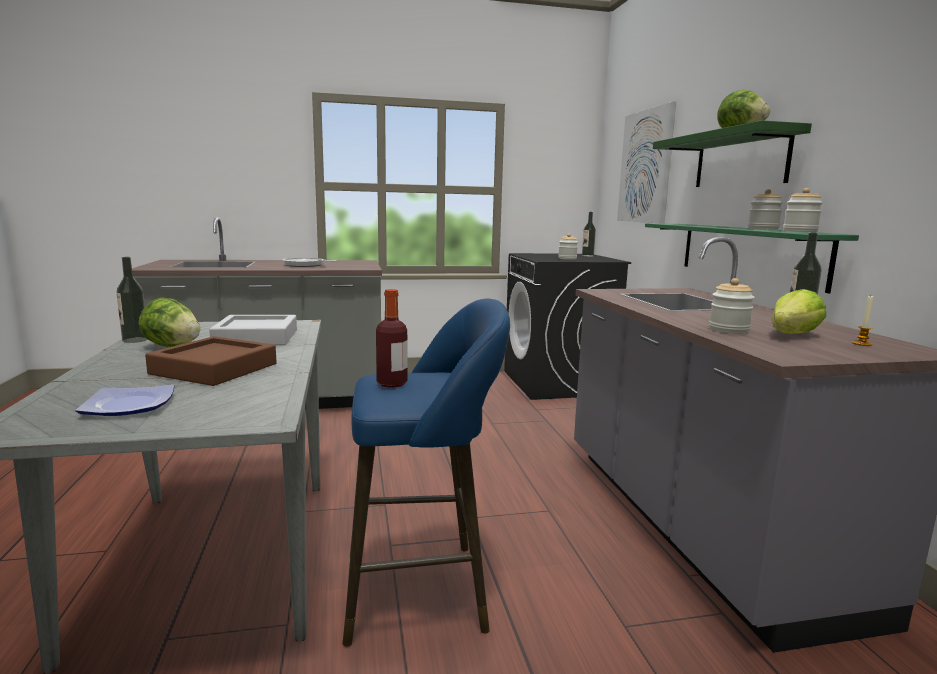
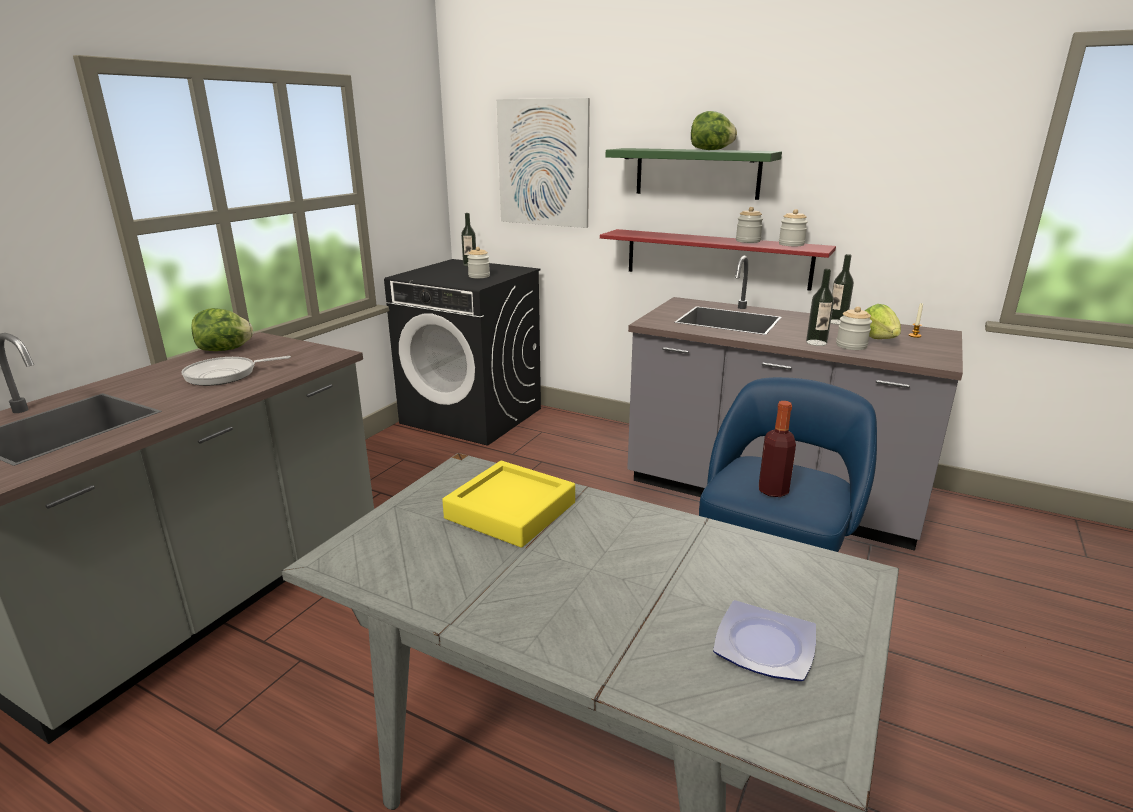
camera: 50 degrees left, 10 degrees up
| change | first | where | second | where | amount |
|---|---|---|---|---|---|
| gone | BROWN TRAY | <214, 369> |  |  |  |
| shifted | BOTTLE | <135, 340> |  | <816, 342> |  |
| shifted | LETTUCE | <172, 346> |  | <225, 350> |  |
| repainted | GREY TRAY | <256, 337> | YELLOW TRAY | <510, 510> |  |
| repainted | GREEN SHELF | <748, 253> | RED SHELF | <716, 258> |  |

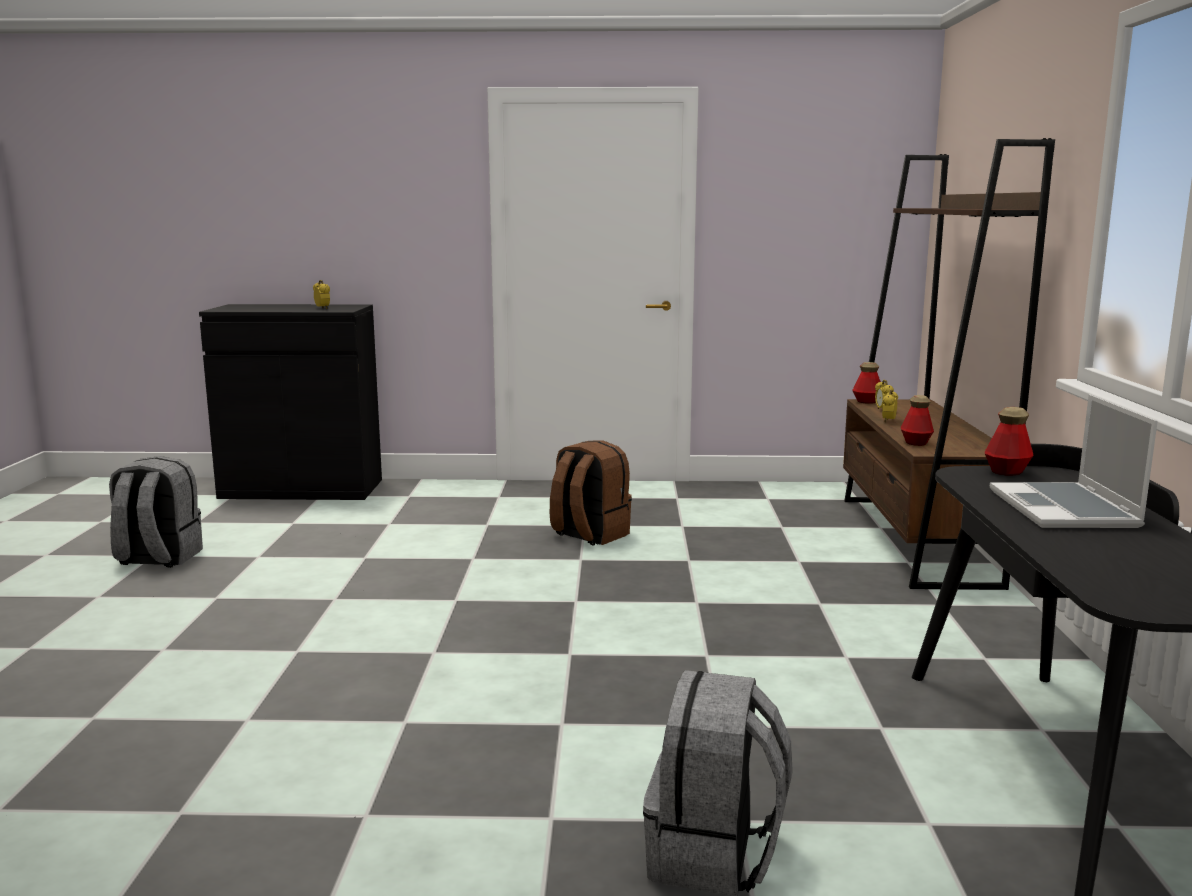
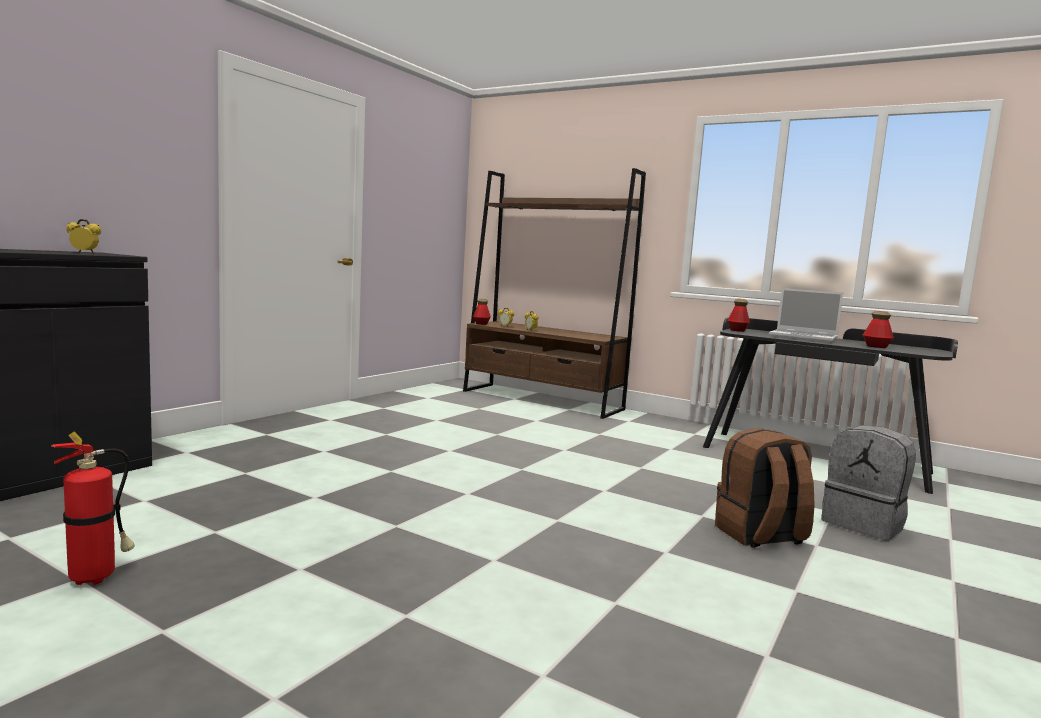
camera: 60 degrees left, 5 degrees down
| change | first | where | second | where | amount |
|---|---|---|---|---|---|
| shifted | BROWN BACKPACK | <589, 535> |  | <760, 536> |  |
| shifted | BOTTLE | <916, 443> |  | <876, 346> |  |
| swapped | GREY BACKPACK | <158, 558> | FIRE EXTINGUISHER | <97, 577> |  |

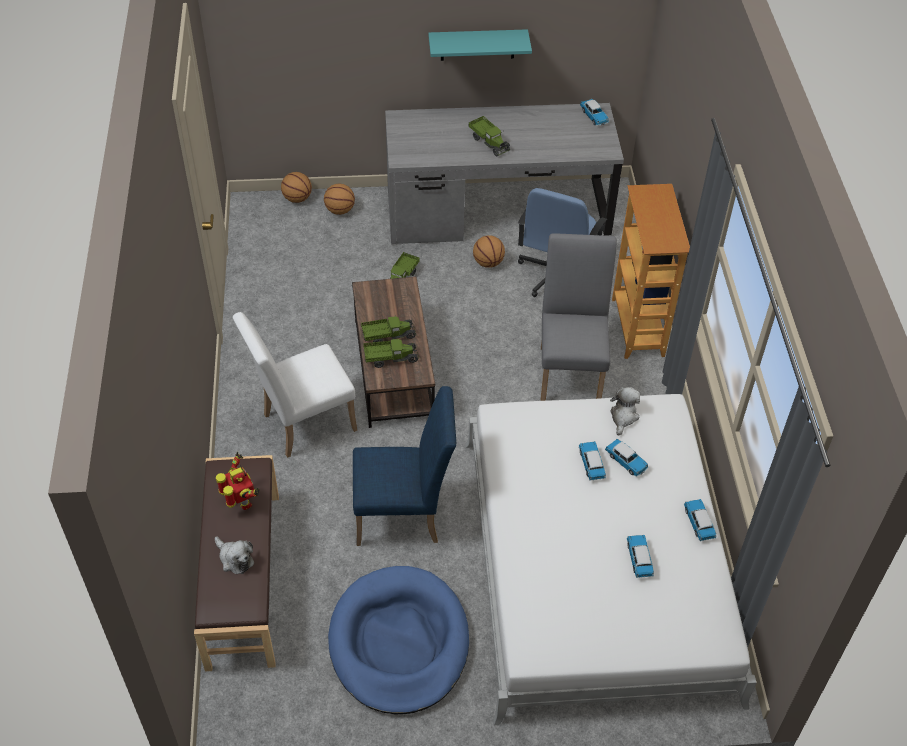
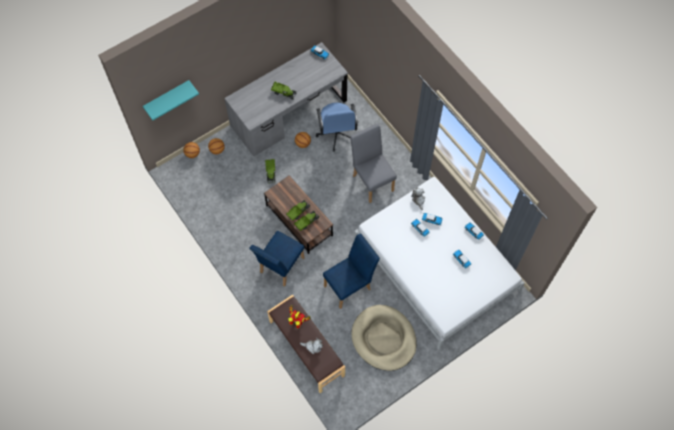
camera: 30 degrees left, 15 degrees up
| change | first | where | second | where | amount |
|---|---|---|---|---|---|
| gone | BOOKCASE | <638, 327> |  |  |  |
| shifted | TURQUOISE SHELF | <477, 45> |  | <167, 97> |  |
| repainted | WHITE CHAIR | <302, 424> | BLUE CHAIR | <280, 267> |  |
| repainted | BLUE DOG BED | <399, 643> | BEIGE DOG BED | <384, 339> |  |

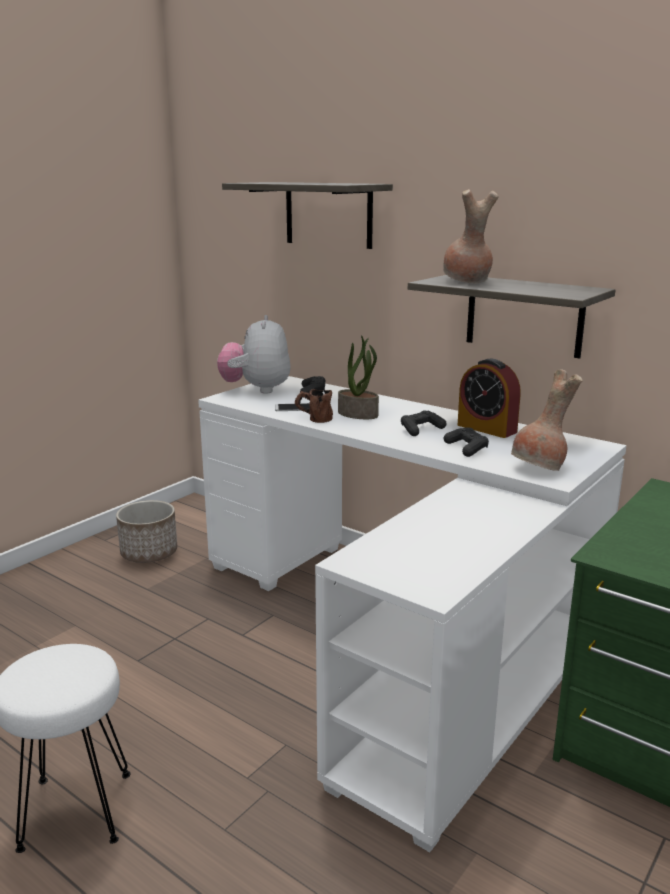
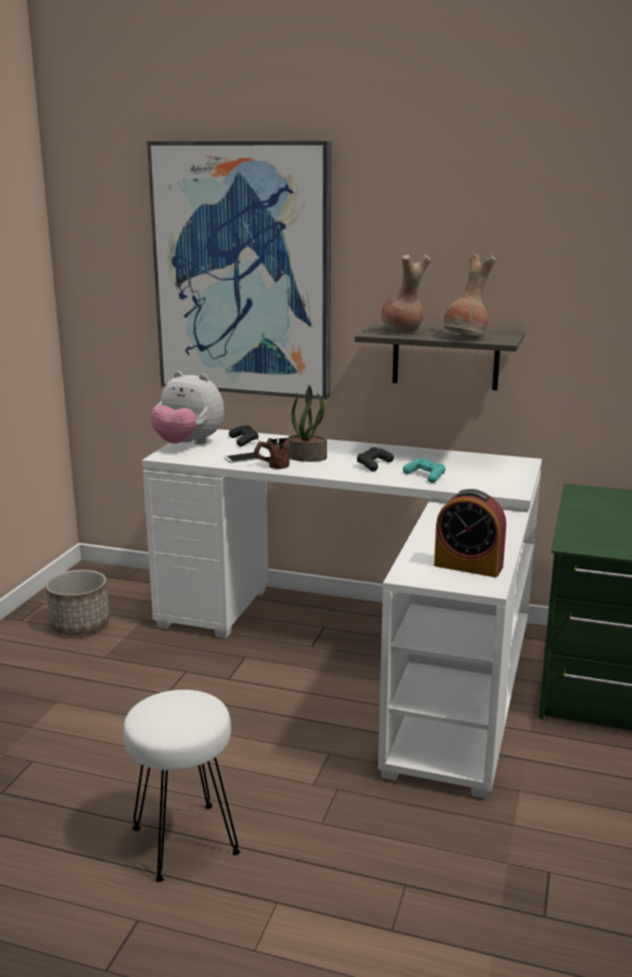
camera: 20 degrees left, 0 degrees up
| change | first | where | second | where | amount |
|---|---|---|---|---|---|
| shifted | ALARM CLOCK | <486, 428> |  | <468, 566> |  |
| shifted | BROWN VASE | <540, 469> |  | <466, 337> |  |
| swapped | SHELF | <328, 214> | PICTURE | <243, 271> |  |
| repainted | BLACK GAME CONTROLLER | <466, 448> | TURQUOISE GAME CONTROLLER | <425, 476> |  |
| rotated | PLUSH TOY | <256, 389> |  | <188, 444> | 45 degrees counterclockwise |

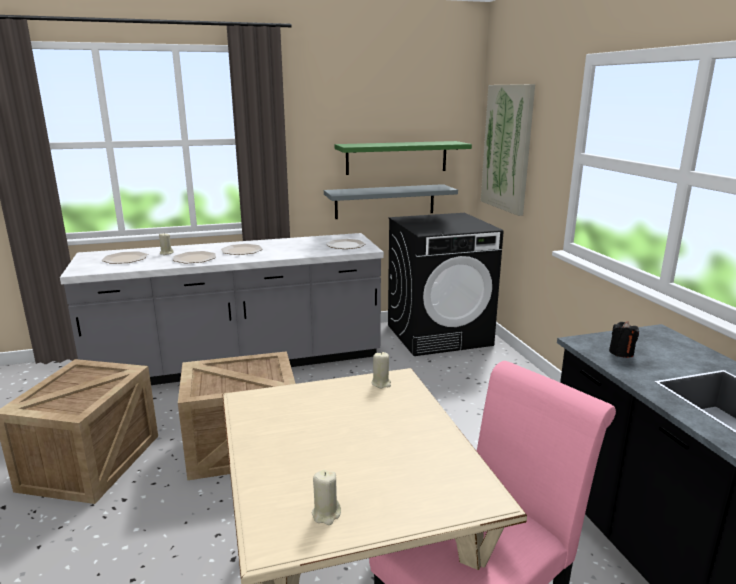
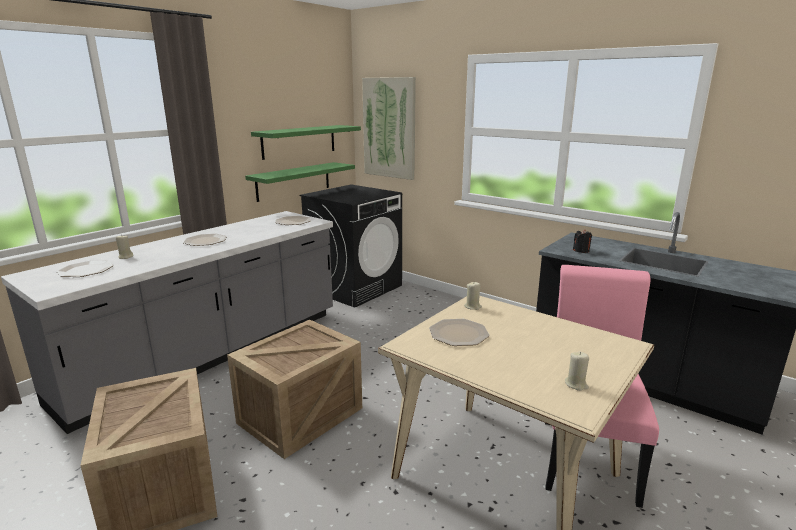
camera: 35 degrees left, 0 degrees up
| change | first | where | second | where | amount |
|---|---|---|---|---|---|
| shifted | PLATE | <194, 258> |  | <459, 334> |  |
| repainted | GREY SHELF | <385, 201> | GREEN SHELF | <294, 181> |  |

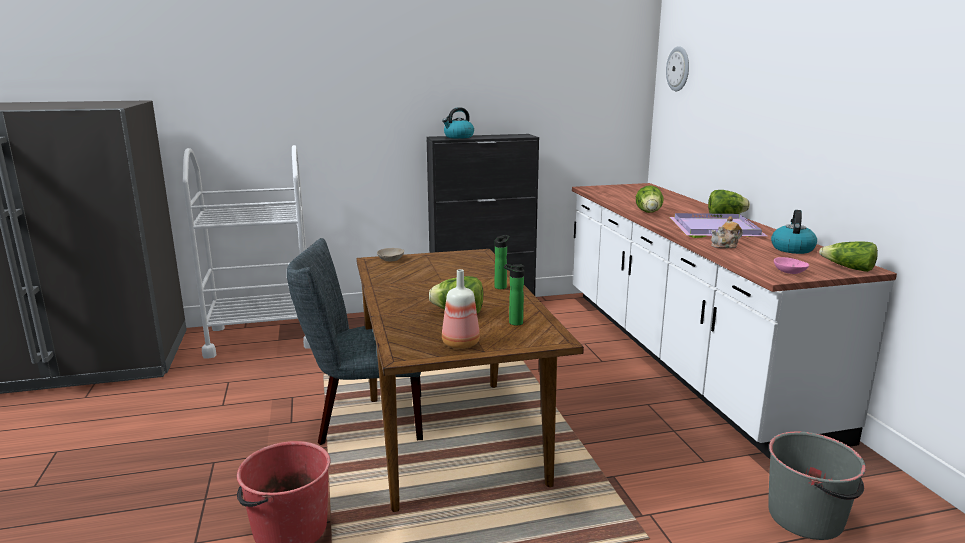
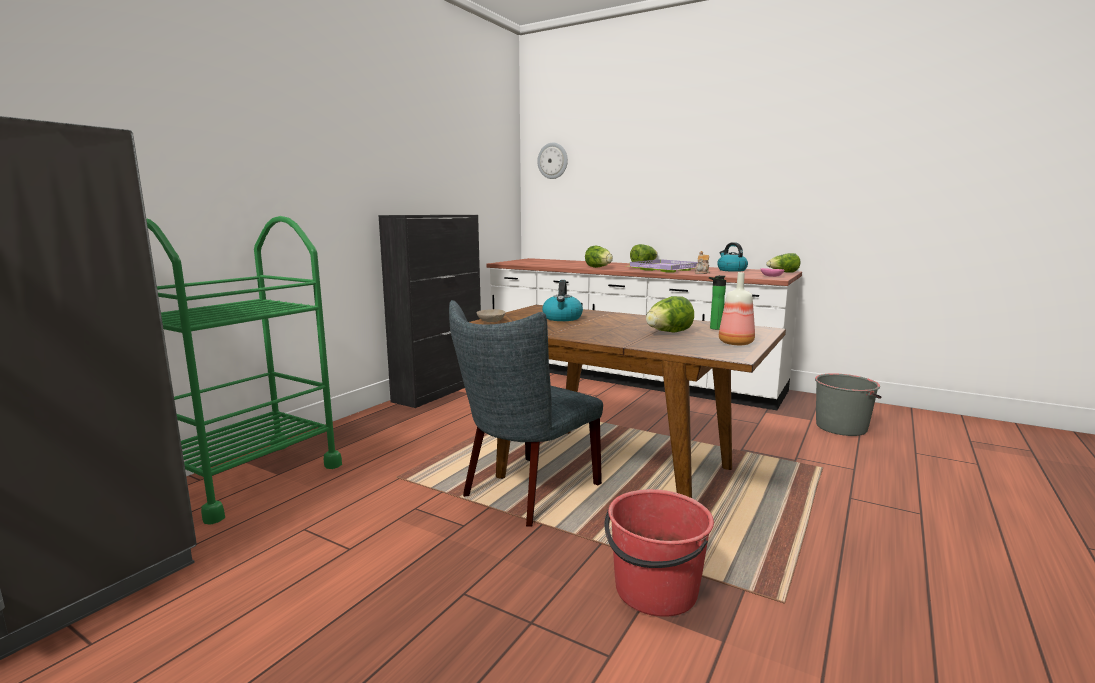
camera: 45 degrees left, 5 degrees down
| change | first | where | second | where | amount |
|---|---|---|---|---|---|
| gone | BOTTLE | <501, 286> |  |  |  |
| shifted | KETTLE | <458, 137> |  | <562, 318> |  |
| repainted | WHITE CART | <263, 337> | GREEN CART | <250, 479> |  |

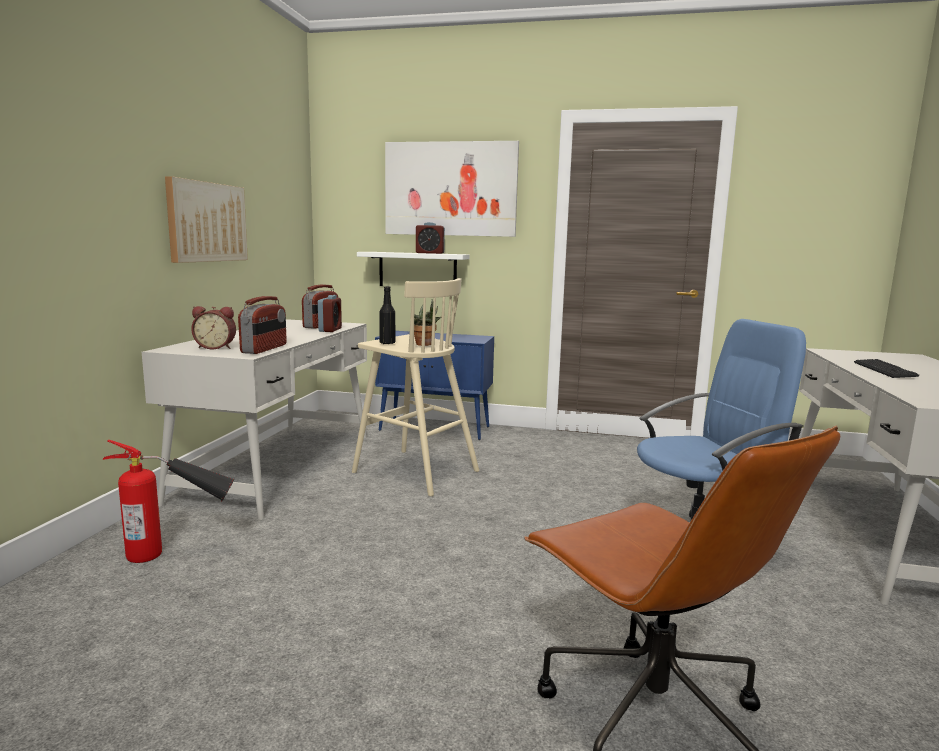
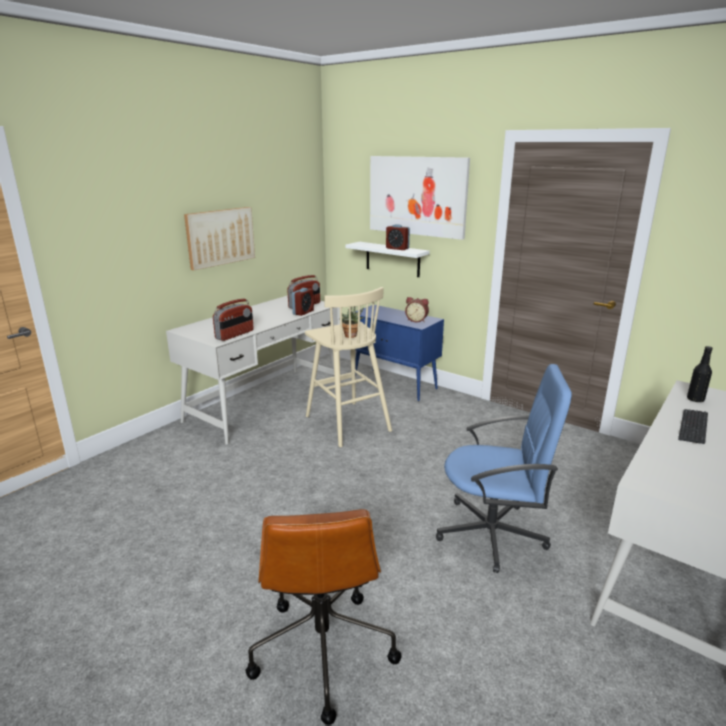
camera: 25 degrees right, 10 degrees up
| change | first | where | second | where | amount |
|---|---|---|---|---|---|
| gone | FIRE EXTINGUISHER | <177, 553> |  |  |  |
| shifted | ALARM CLOCK | <216, 347> |  | <417, 320> |  |
| shifted | BLACK BOTTLE | <387, 343> |  | <695, 399> |  |

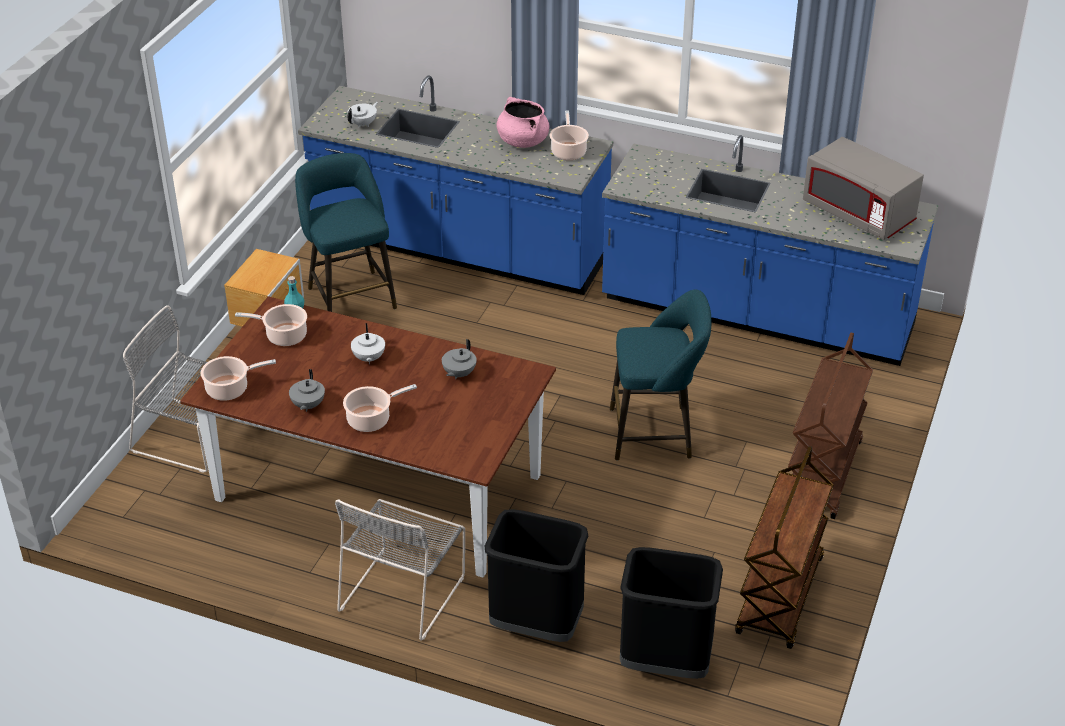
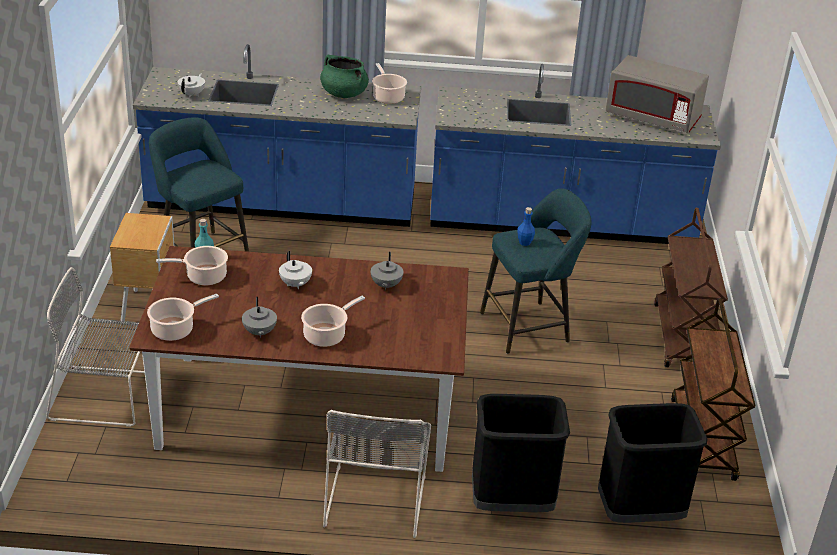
camera: 20 degrees left, 5 degrees down
| change | first | where | second | where | amount |
|---|---|---|---|---|---|
| new |  |  | BLUE BOTTLE | <524, 242> |  |
| repainted | PINK COOKING POT | <522, 141> | GREEN COOKING POT | <343, 93> |  |

